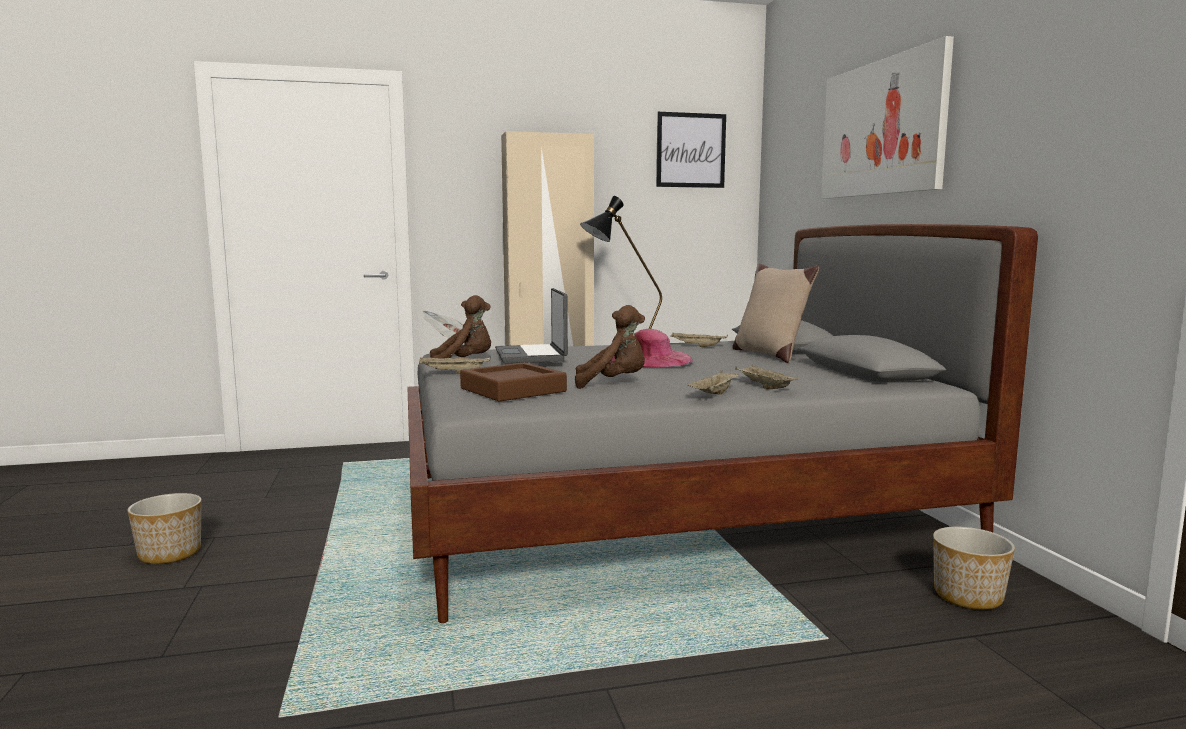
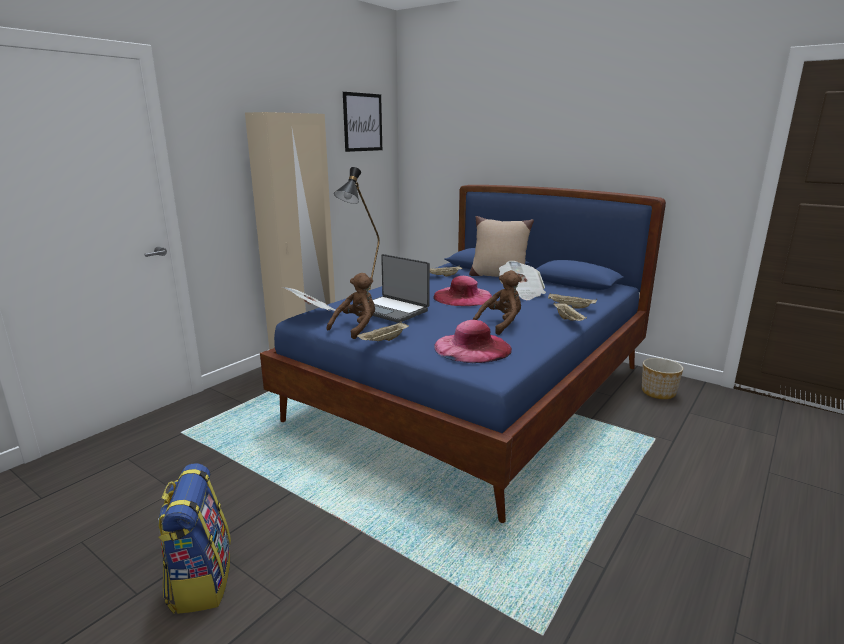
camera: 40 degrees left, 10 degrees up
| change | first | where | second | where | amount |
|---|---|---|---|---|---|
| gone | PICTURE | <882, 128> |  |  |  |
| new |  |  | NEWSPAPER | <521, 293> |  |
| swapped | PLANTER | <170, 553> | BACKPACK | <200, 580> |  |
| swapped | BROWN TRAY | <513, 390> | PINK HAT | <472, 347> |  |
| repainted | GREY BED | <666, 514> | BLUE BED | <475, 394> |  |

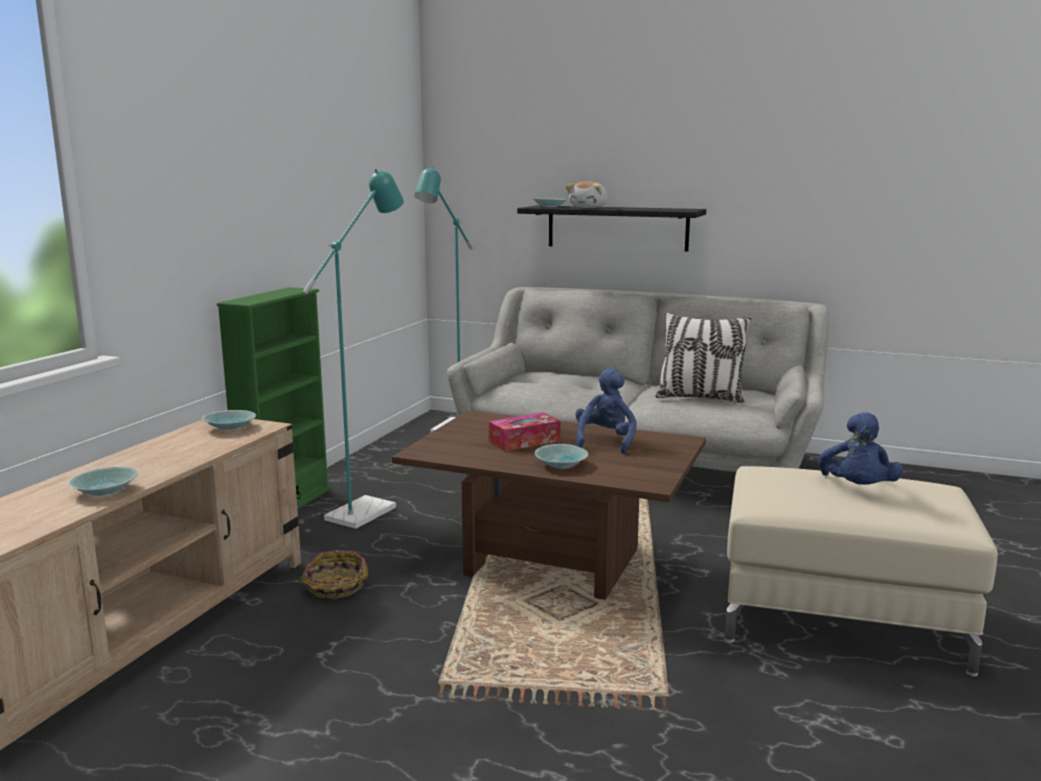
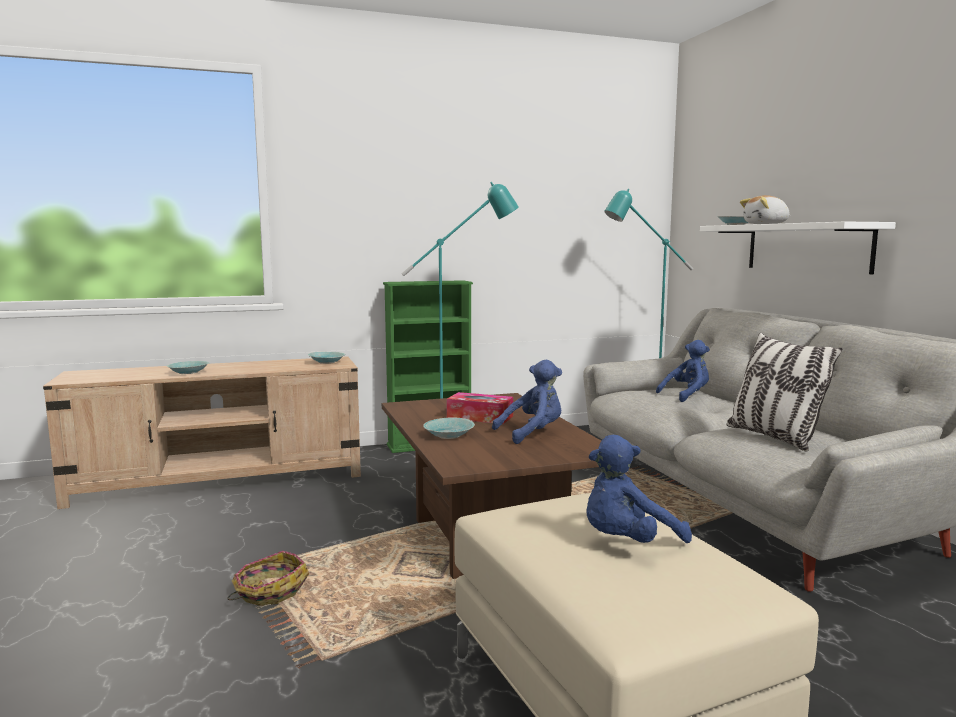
camera: 50 degrees right, 5 degrees down
| change | first | where | second | where | amount |
|---|---|---|---|---|---|
| new |  |  | BLUE PLUSH TOY | <687, 395> |  |
| shifted | BASKET | <335, 587> |  | <269, 591> |  |
| repainted | BLACK SHELF | <617, 228> | WHITE SHELF | <807, 247> |  |

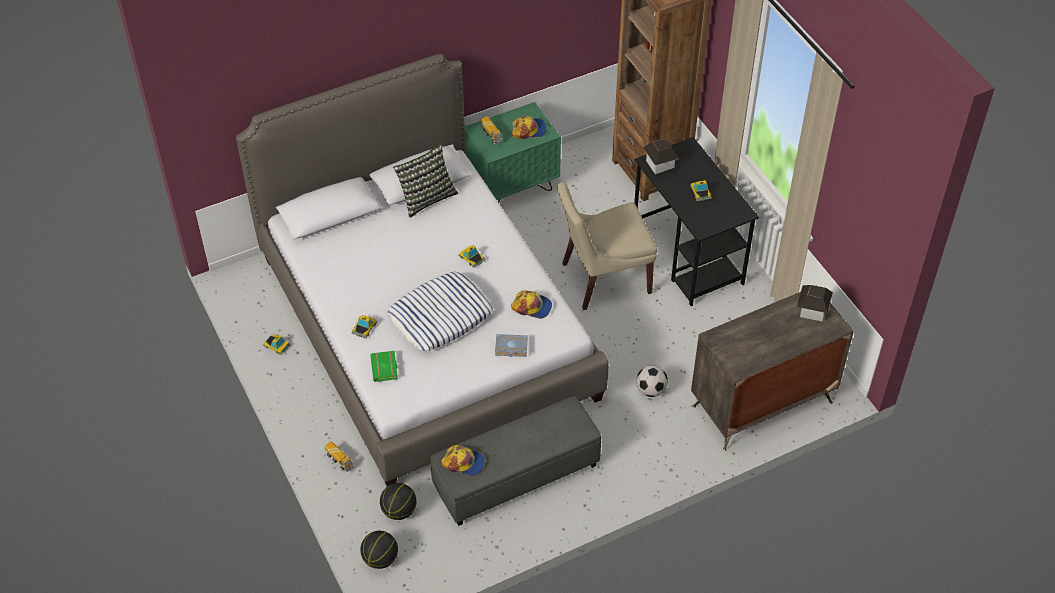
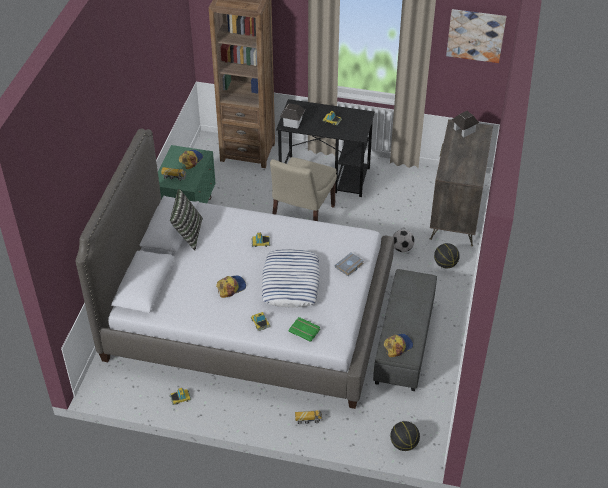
camera: 50 degrees left, 5 degrees down
| change | first | where | second | where | amount |
|---|---|---|---|---|---|
| new |  |  | PICTURE | <475, 35> |  |
| shifted | BASKETBALL | <399, 511> |  | <445, 264> |  |
| shifted | CAP | <532, 306> |  | <231, 287> |  |

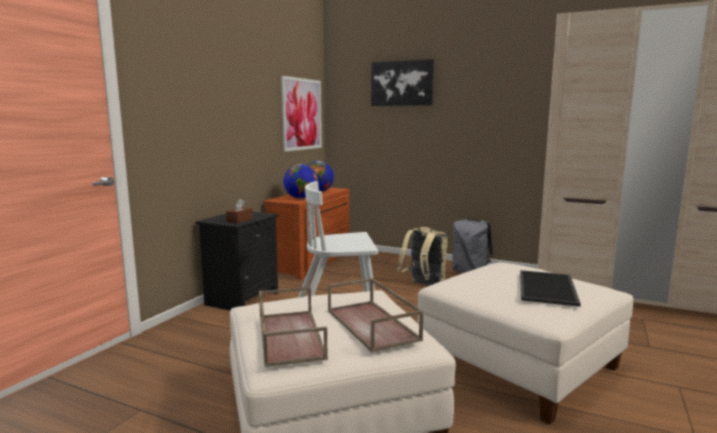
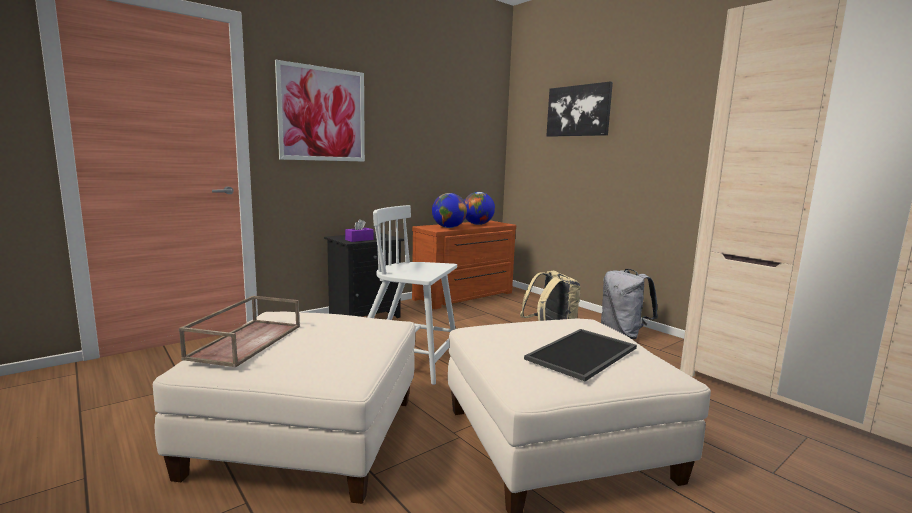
camera: 25 degrees right, 0 degrees up
| change | first | where | second | where | amount |
|---|---|---|---|---|---|
| gone | BROWN TRAY | <373, 325> |  |  |  |
| shifted | PICTURE | <302, 114> |  | <322, 114> |  |
| repainted | BROWN TISSUE BOX | <240, 220> | PURPLE TISSUE BOX | <359, 240> |  |

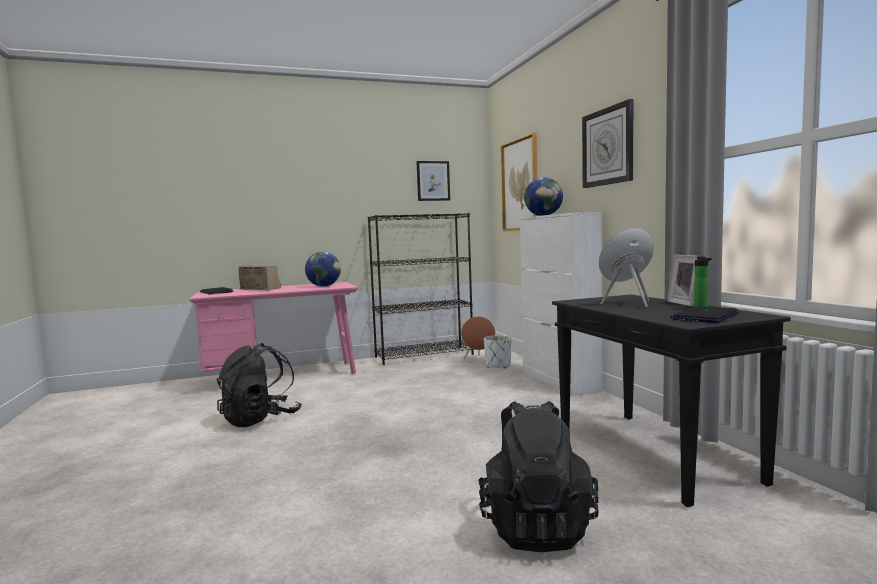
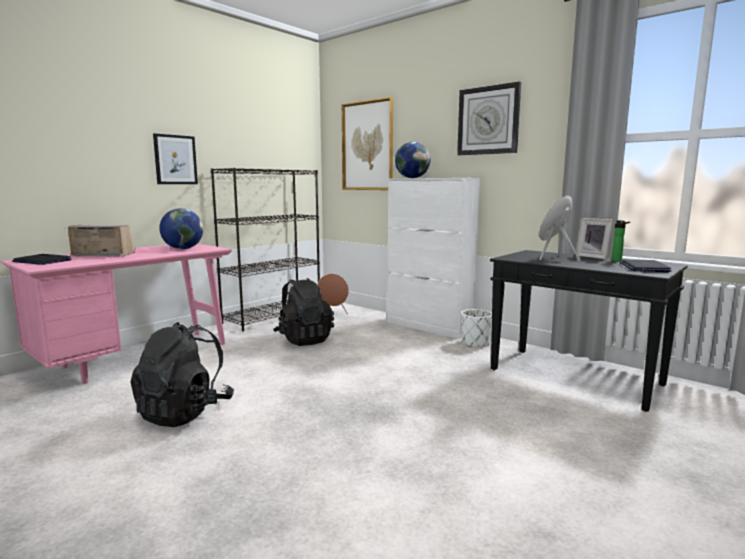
camera: 30 degrees left, 5 degrees up
| change | first | where | second | where | amount |
|---|---|---|---|---|---|
| shifted | PICTURE | <433, 181> |  | <175, 160> |  |
| shifted | BLACK BACKPACK | <536, 527> |  | <304, 340> |  |
| shifted | WHITE PLANTER | <498, 365> |  | <475, 343> |  |

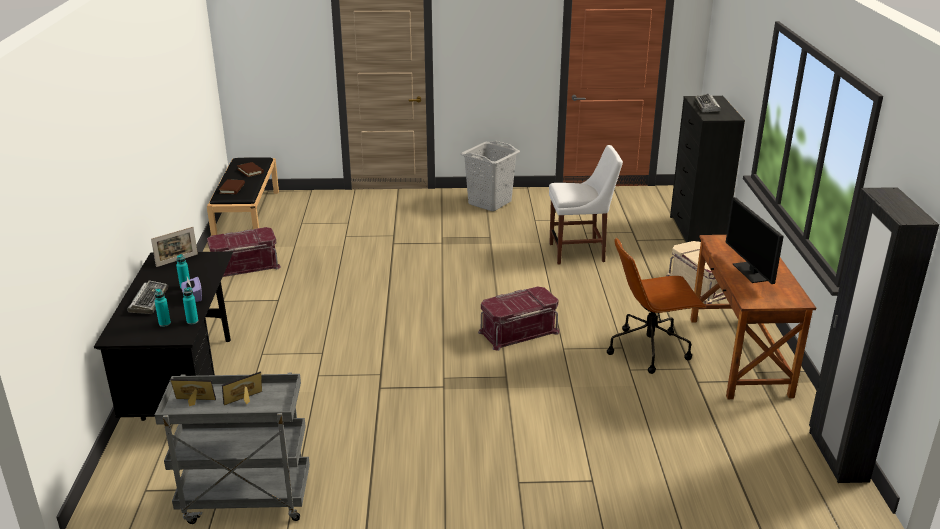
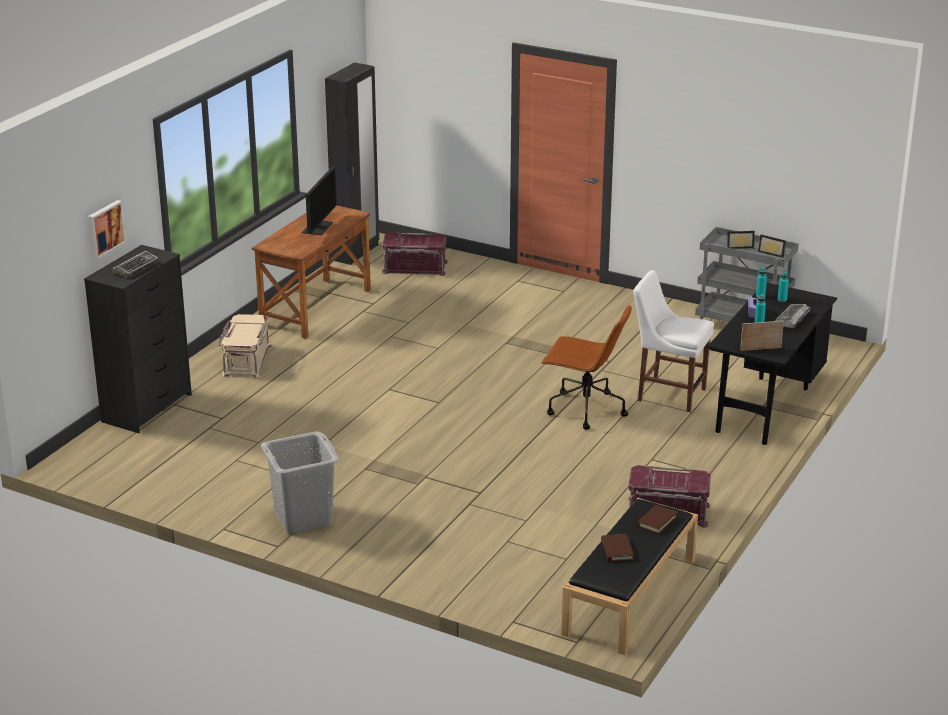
camera: 150 degrees left, 0 degrees up
| change | first | where | second | where | amount |
|---|---|---|---|---|---|
| new |  |  | PICTURE | <105, 228> |  |
| shifted | RED STORAGE BOX | <518, 331> |  | <414, 267> |  |
| shifted | WHITE CHAIR | <580, 252> |  | <668, 394> |  |
| shifted | BROWN OFFICE CHAIR | <649, 349> |  | <585, 409> |  |

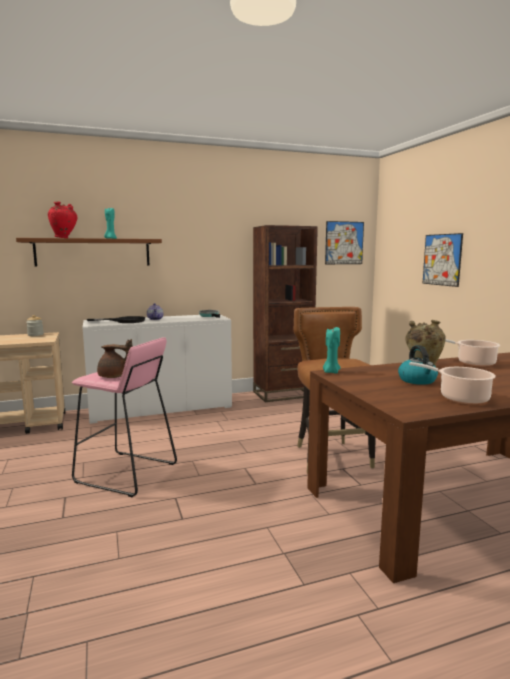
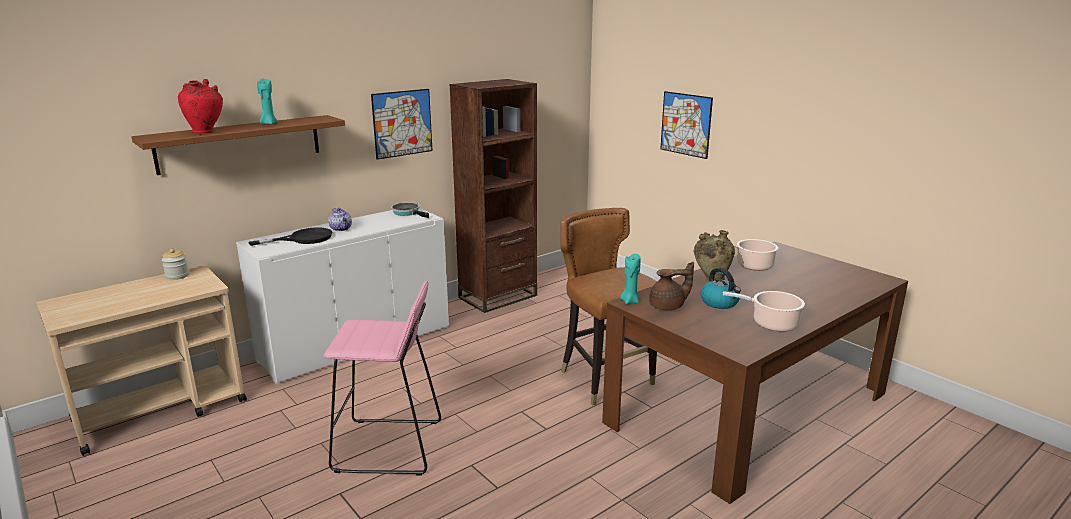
camera: 20 degrees left, 10 degrees up
| change | first | where | second | where | amount |
|---|---|---|---|---|---|
| shifted | BROWN TEAPOT | <114, 376> |  | <668, 307> |  |
| shifted | PICTURE | <344, 243> |  | <402, 123> |  |

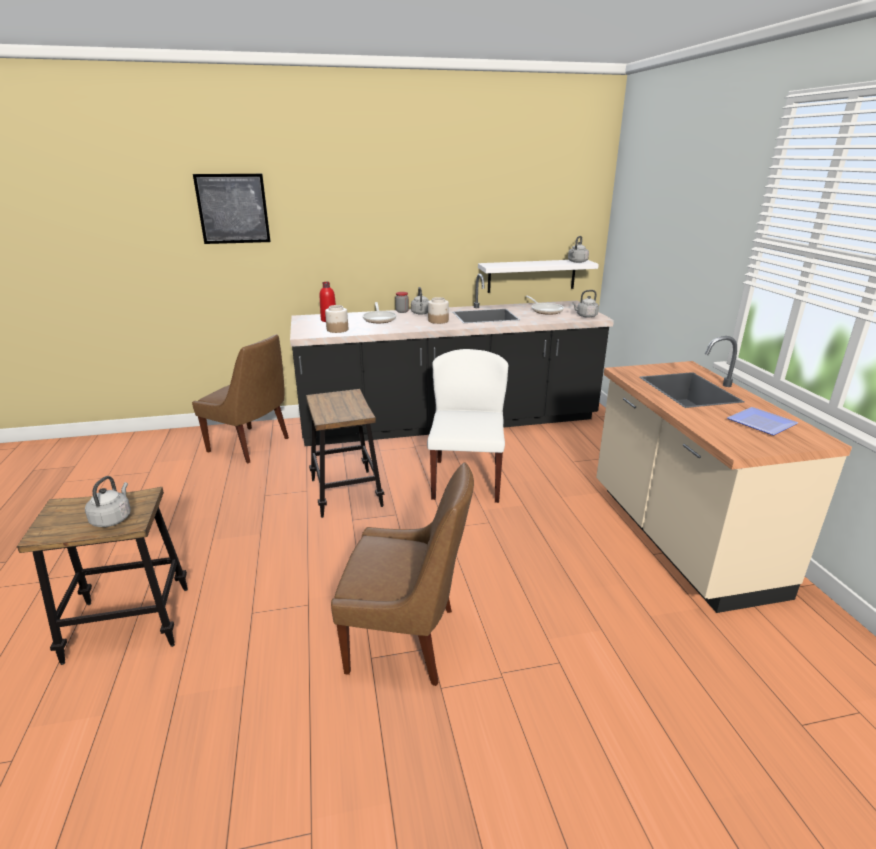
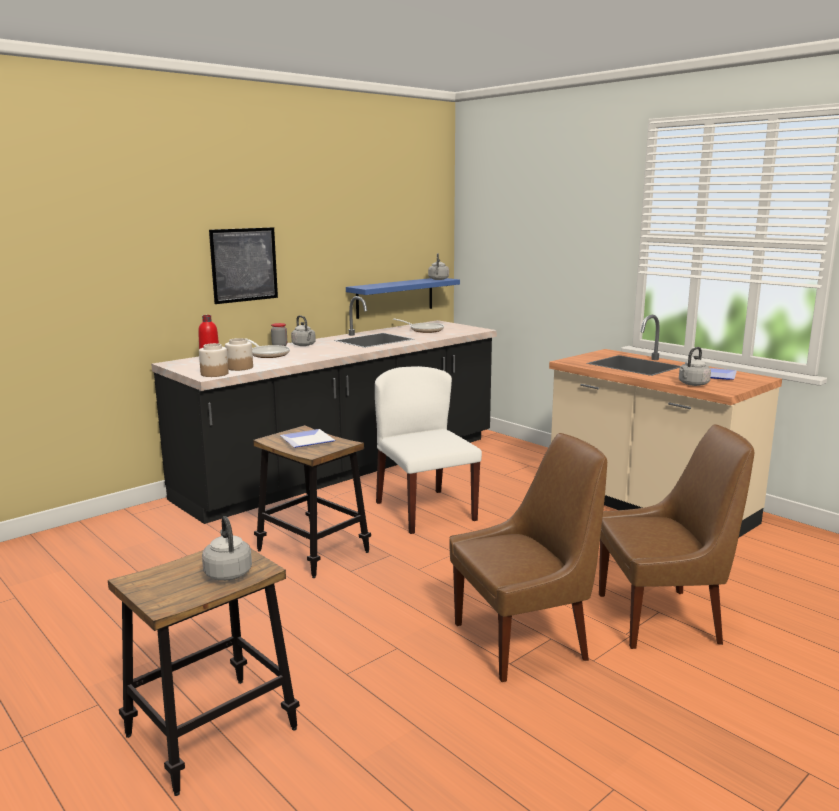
camera: 30 degrees left, 10 degrees down
| change | first | where | second | where | amount |
|---|---|---|---|---|---|
| new |  |  | PLATE | <305, 440> |  |
| shifted | BROWN CHAIR | <251, 445> |  | <663, 618> |  |
| shifted | PICTURE | <233, 209> |  | <244, 265> |  |
| shifted | JAR | <438, 321> |  | <215, 374> |  |
| shifted | GREY KETTLE | <585, 316> |  | <692, 384> |  |
| repainted | WHITE SHELF | <531, 275> | BLUE SHELF | <395, 297> |  |

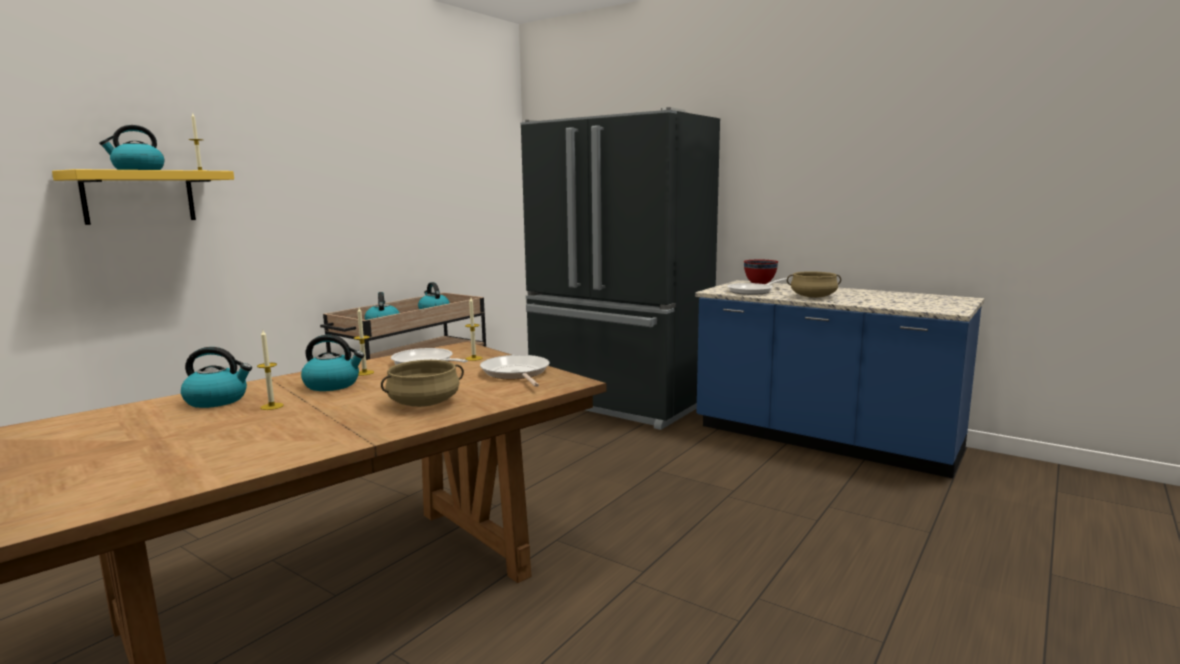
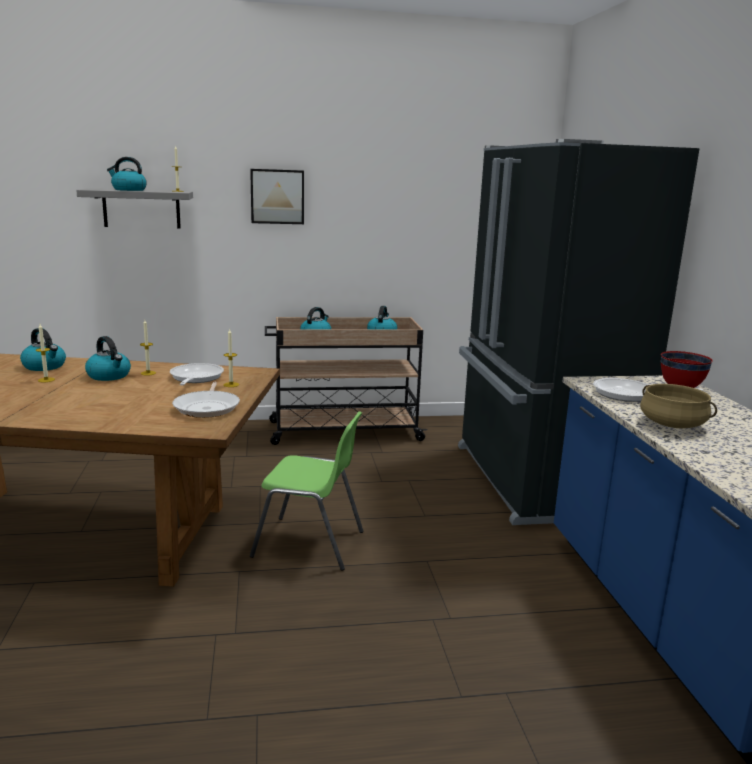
camera: 45 degrees right, 5 degrees up
| change | first | where | second | where | amount |
|---|---|---|---|---|---|
| gone | BEIGE COOKING POT | <424, 403> |  |  |  |
| new |  |  | PICTURE | <277, 196> |  |
| new |  |  | GREEN CHAIR | <310, 544> |  |
| repainted | YELLOW SHELF | <139, 197> | GREY SHELF | <141, 208> |  |
| rotated | FRYING PAN | <516, 373> |  | <207, 407> | 150 degrees clockwise |

